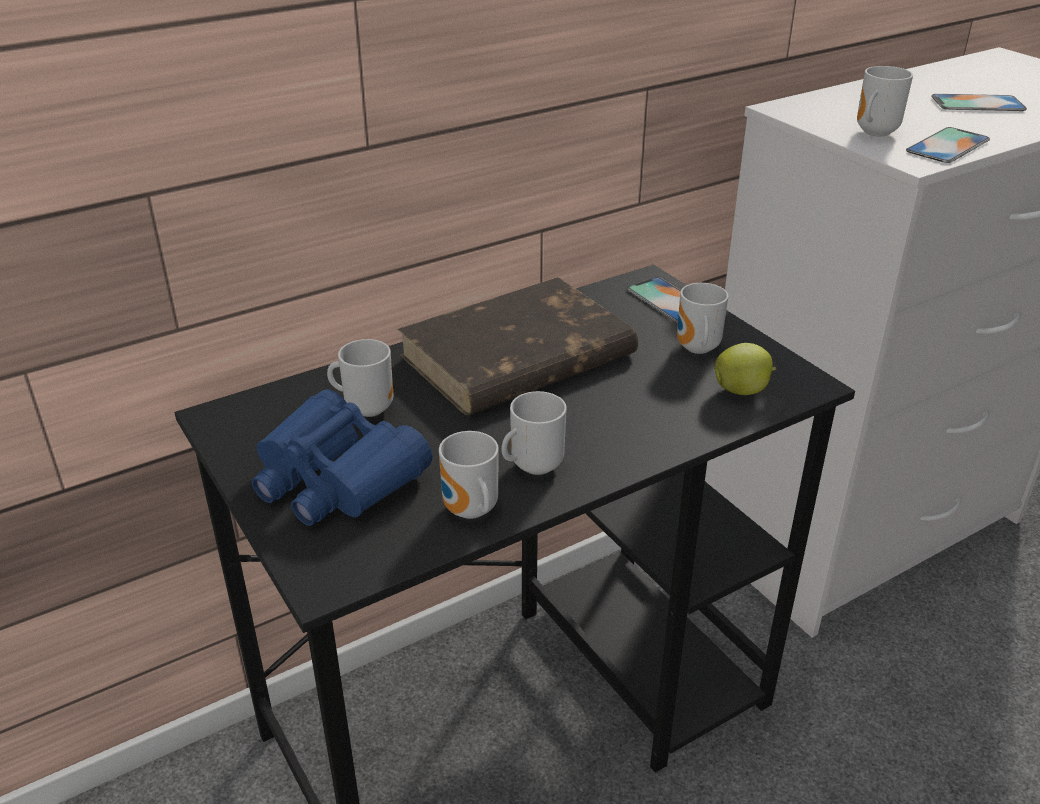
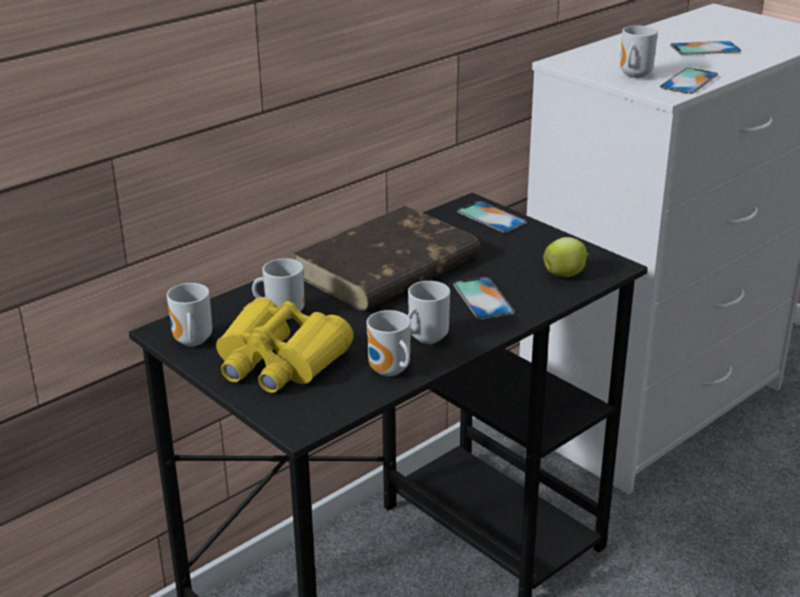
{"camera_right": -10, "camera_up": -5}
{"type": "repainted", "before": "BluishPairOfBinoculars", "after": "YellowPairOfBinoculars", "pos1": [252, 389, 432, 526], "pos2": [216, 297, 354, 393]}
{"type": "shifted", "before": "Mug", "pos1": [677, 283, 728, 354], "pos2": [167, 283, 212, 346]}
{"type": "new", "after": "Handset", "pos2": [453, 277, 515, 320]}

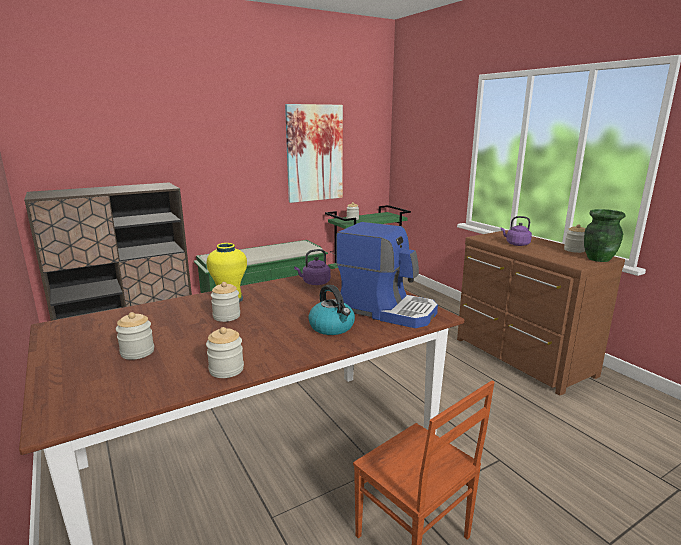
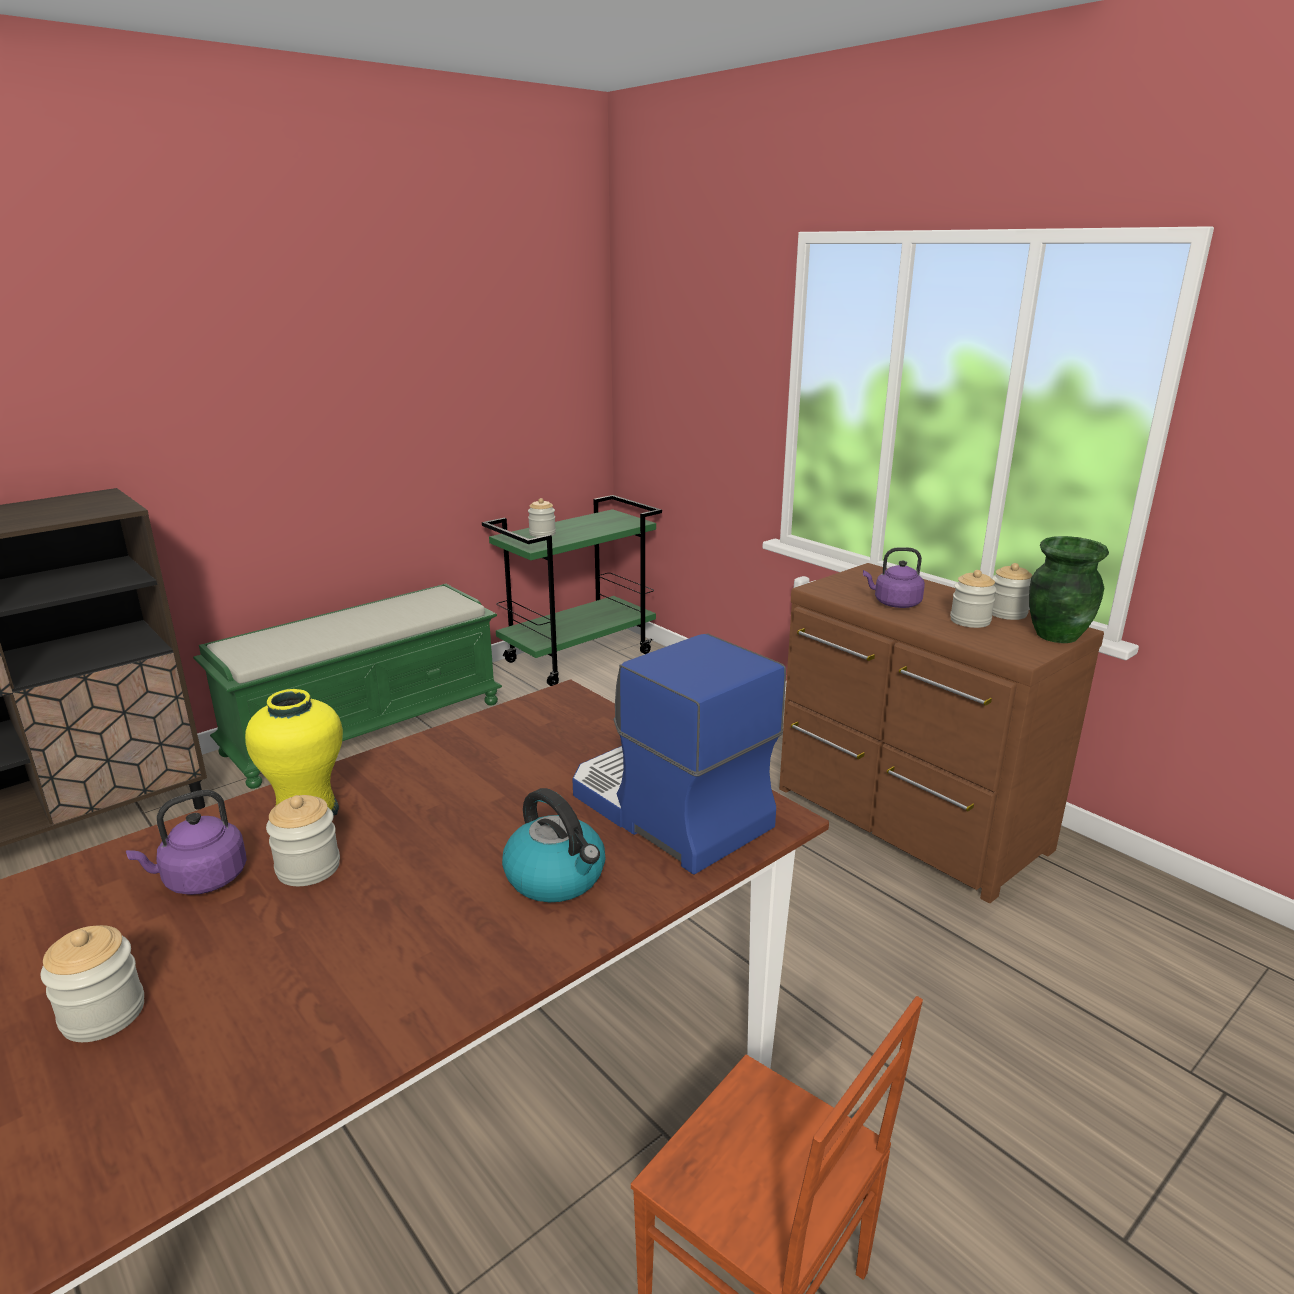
{"camera_right": -10, "camera_up": 5}
{"type": "shifted", "before": "Jar", "pos1": [206, 327, 244, 378], "pos2": [950, 570, 997, 628]}
{"type": "gone", "before": "WallPicture", "pos1": [285, 104, 343, 203]}
{"type": "shifted", "before": "PurplishWaterKettle", "pos1": [294, 249, 331, 285], "pos2": [126, 790, 247, 895]}
{"type": "rotated", "before": "CoffeeMachine", "pos1": [336, 222, 438, 328], "pos2": [572, 633, 786, 874], "turn": -150}

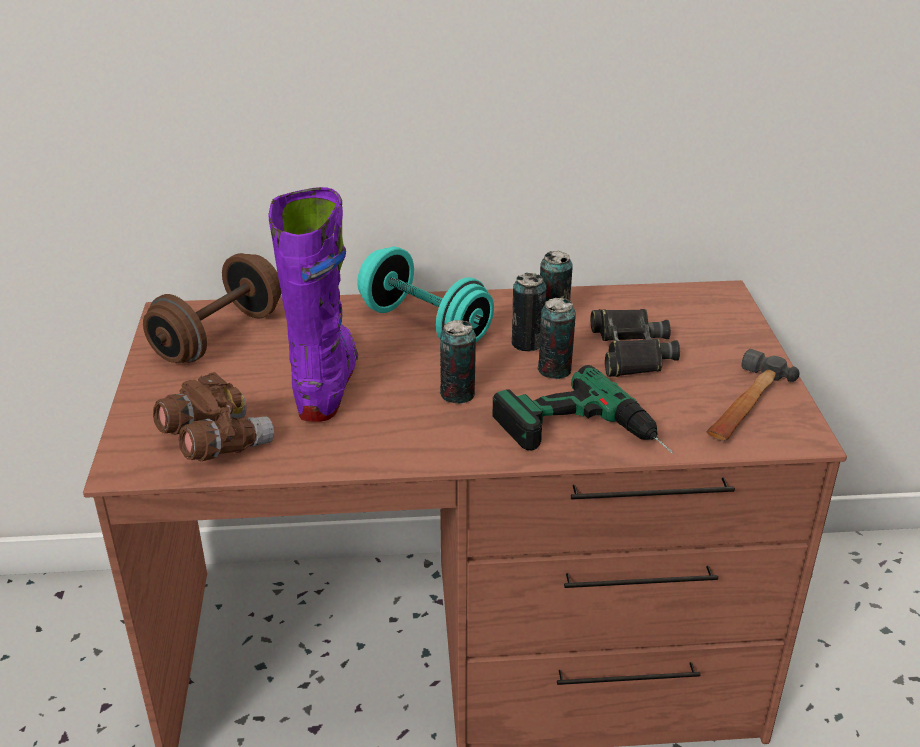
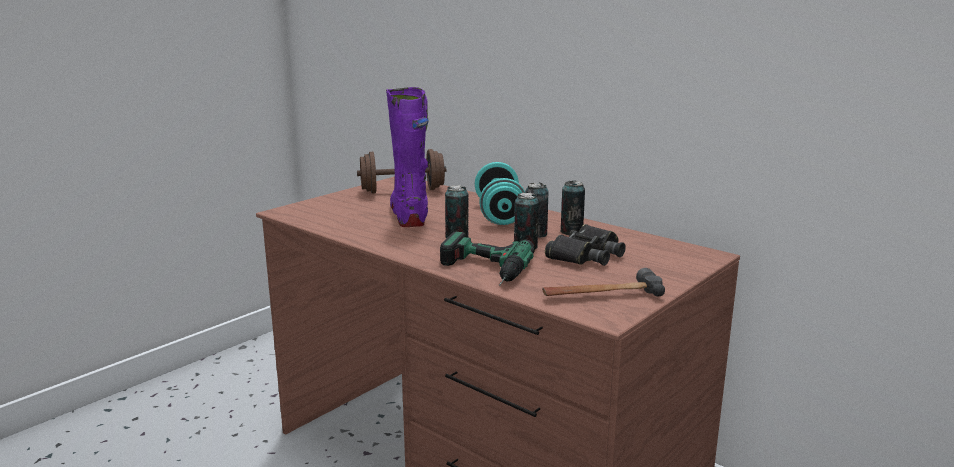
{"camera_right": 45, "camera_up": -15}
{"type": "gone", "before": "BrownColouredPairOfBinoculars", "pos1": [153, 372, 274, 462]}
{"type": "rotated", "before": "PurplishBoot", "pos1": [268, 187, 358, 422], "pos2": [386, 87, 428, 227], "turn": -60}

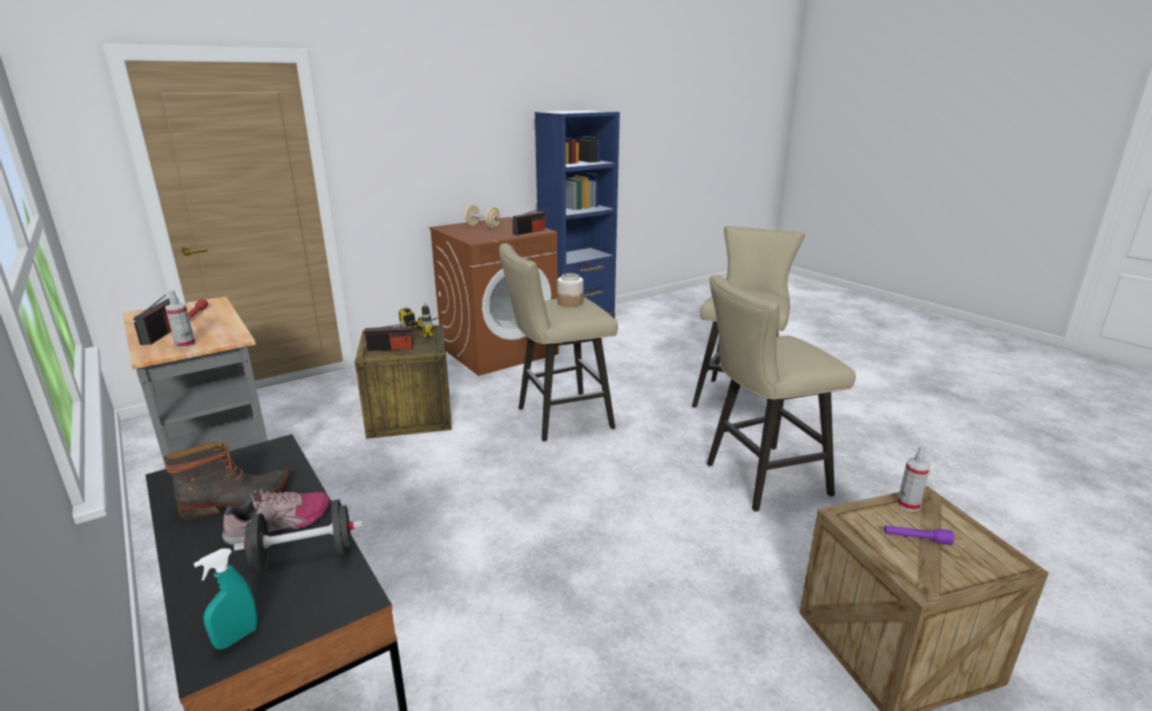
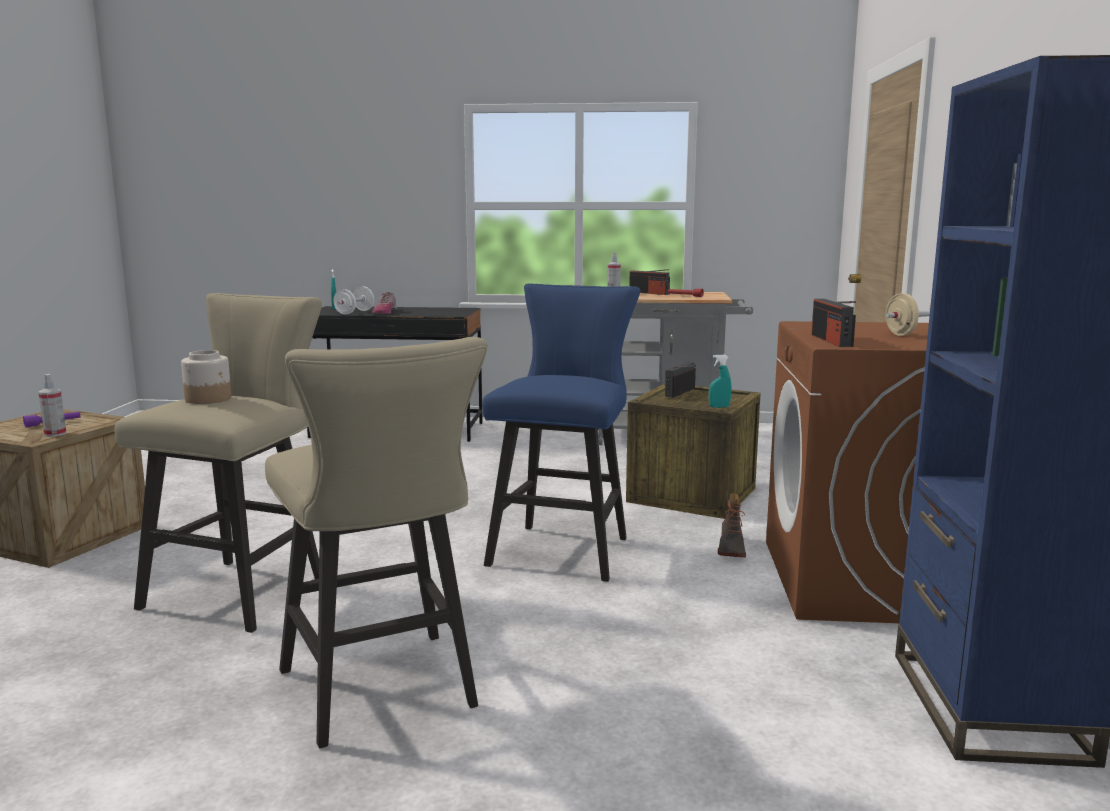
{"camera_right": 130, "camera_up": -10}
{"type": "shifted", "before": "Boot", "pos1": [164, 442, 289, 520], "pos2": [718, 493, 746, 558]}
{"type": "repainted", "before": "BlackHandWeight", "after": "WhiteColouredHandWeight", "pos1": [234, 499, 363, 573], "pos2": [333, 286, 374, 315]}
{"type": "swapped", "before": "Drill", "after": "TurquoiseSprayer", "pos1": [399, 303, 442, 338], "pos2": [709, 355, 731, 408]}
{"type": "repainted", "before": "BeigeColouredStoolSeat", "after": "BluishStoolSeat", "pos1": [499, 243, 618, 442], "pos2": [482, 284, 640, 582]}
{"type": "shifted", "before": "Jar", "pos1": [557, 273, 583, 307], "pos2": [181, 350, 231, 404]}

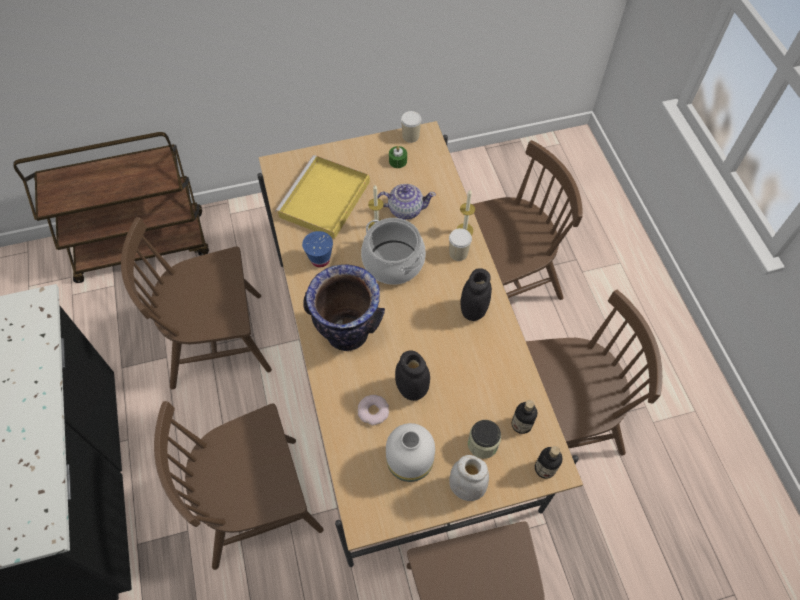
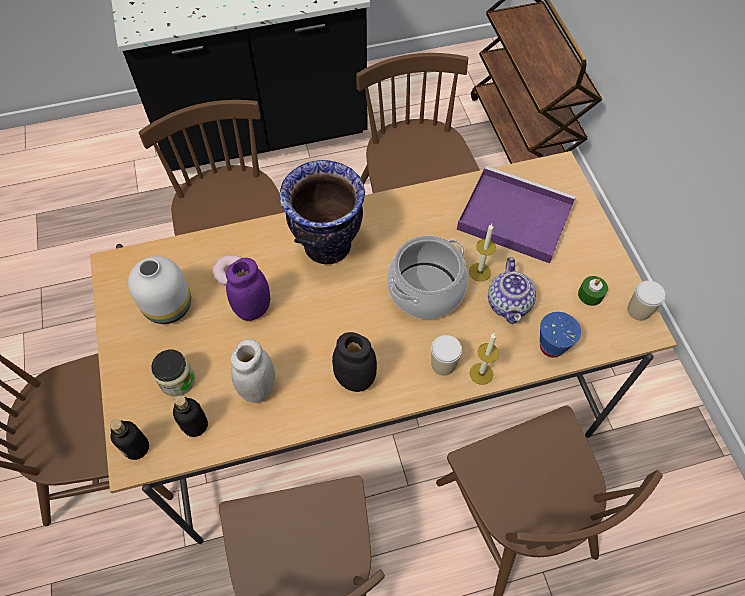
{"camera_right": 90, "camera_up": 0}
{"type": "repainted", "before": "YellowTray", "after": "PurplishTray", "pos1": [275, 155, 370, 239], "pos2": [457, 166, 576, 263]}
{"type": "shifted", "before": "BluishSmallCup", "pos1": [302, 231, 333, 268], "pos2": [540, 312, 581, 358]}
{"type": "repainted", "before": "BlackJar", "after": "PurplishJar", "pos1": [395, 350, 430, 401], "pos2": [226, 258, 270, 321]}
{"type": "shifted", "before": "WhiteColouredJar", "pos1": [449, 455, 489, 501], "pos2": [231, 339, 275, 403]}

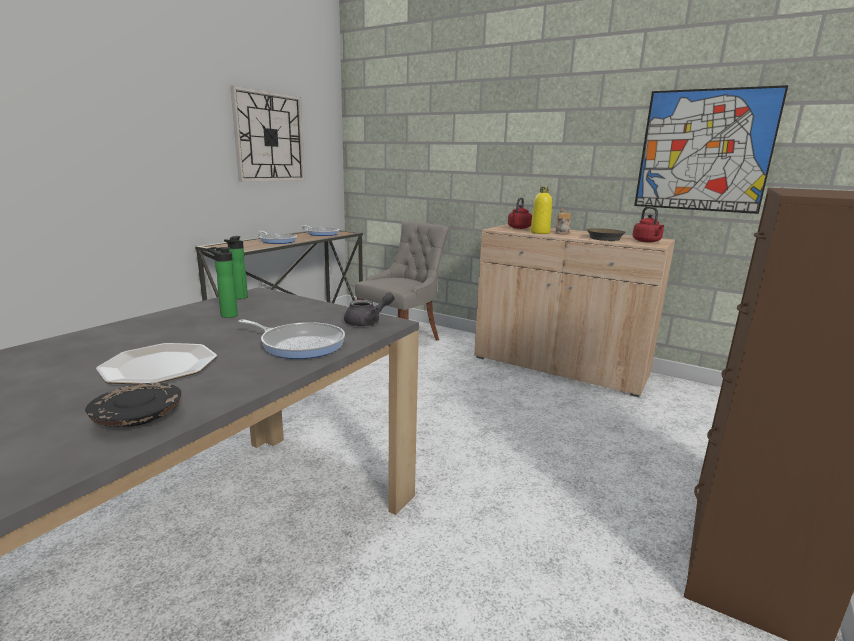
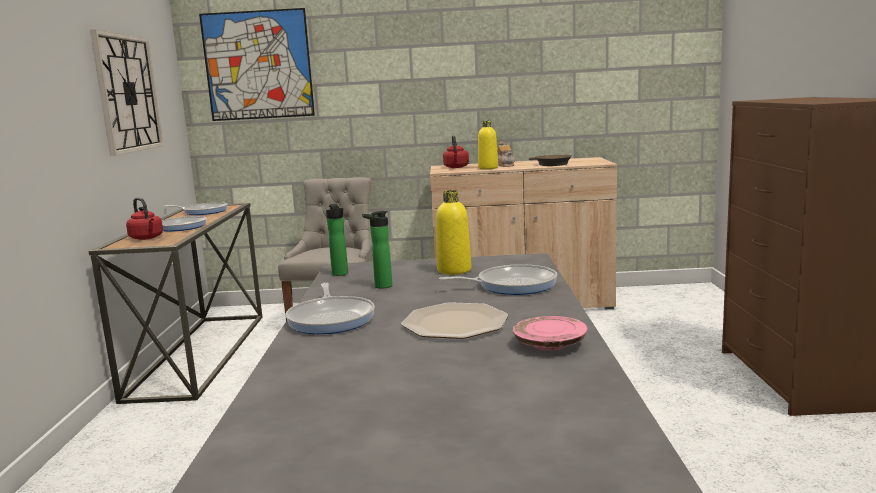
{"camera_right": -30, "camera_up": -5}
{"type": "repainted", "before": "BlackFlatDish", "after": "PinkishFlatDish", "pos1": [85, 383, 181, 427], "pos2": [513, 316, 587, 351]}
{"type": "gone", "before": "GreyishTeaPot", "pos1": [344, 292, 395, 326]}
{"type": "shifted", "before": "RedColouredWaterKettle", "pos1": [633, 206, 664, 243], "pos2": [126, 198, 163, 240]}
{"type": "shifted", "before": "WallPicture", "pos1": [634, 85, 789, 214], "pos2": [199, 8, 315, 121]}
{"type": "new", "after": "Pan", "pos2": [285, 283, 375, 334]}
{"type": "new", "after": "YellowDrinkBottle", "pos2": [436, 190, 471, 275]}

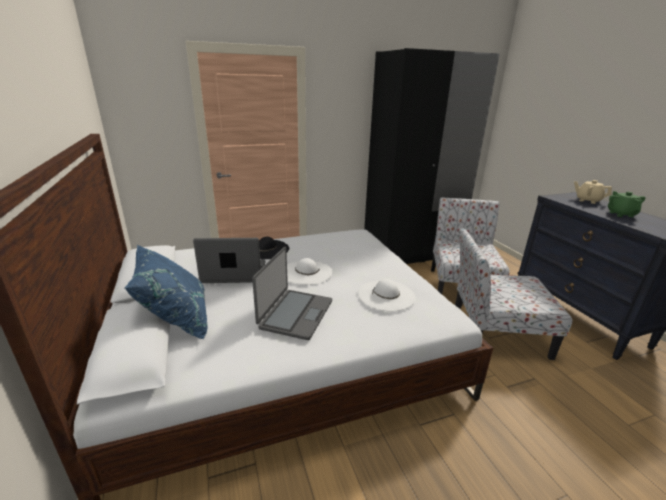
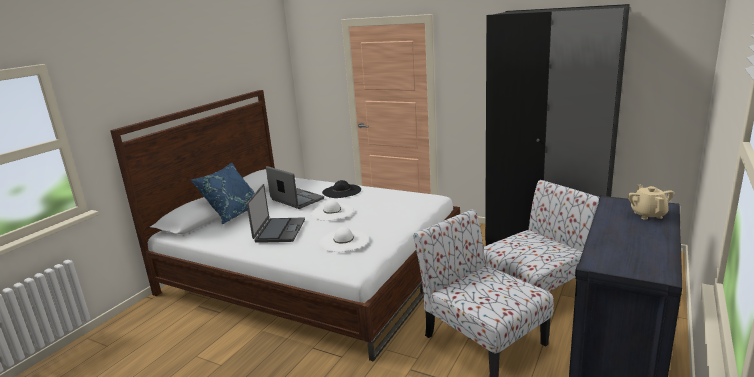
{"camera_right": 50, "camera_up": -5}
{"type": "rotated", "before": "PortableComputer", "pos1": [252, 247, 332, 340], "pos2": [246, 184, 305, 243], "turn": -60}
{"type": "gone", "before": "GreenishTeaPot", "pos1": [608, 191, 645, 217]}

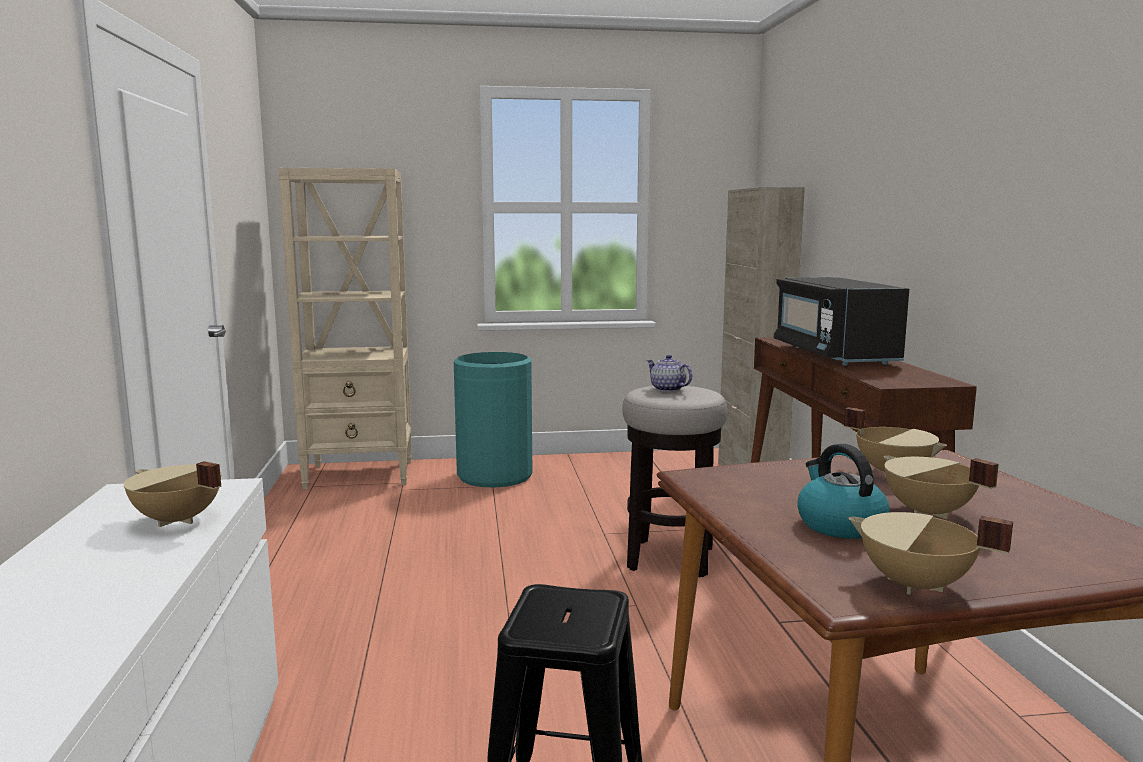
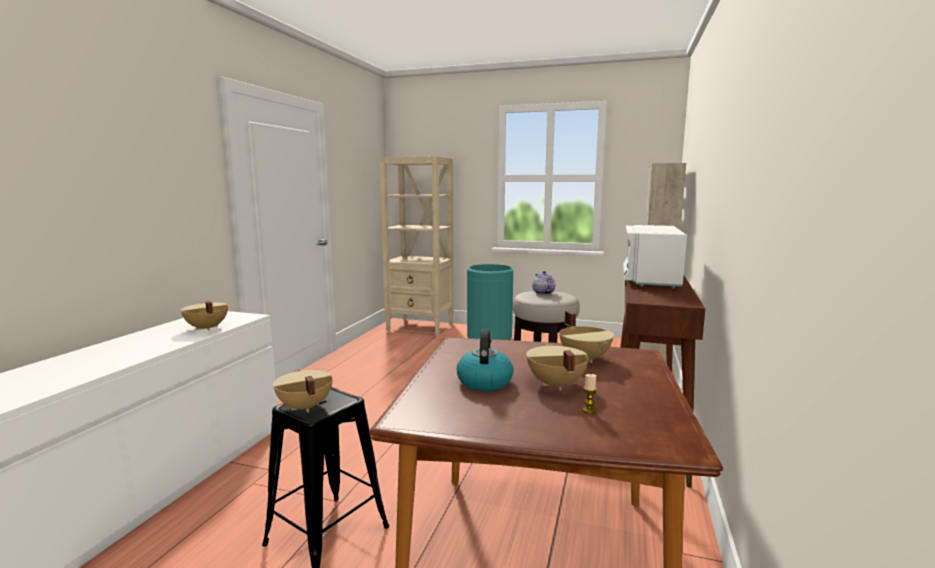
{"camera_right": 25, "camera_up": 0}
{"type": "repainted", "before": "BlackKitchenMicrowave", "after": "WhiteColouredKitchenMicrowave", "pos1": [774, 277, 909, 366], "pos2": [623, 225, 687, 288]}
{"type": "shifted", "before": "BeigeColouredCookingPot", "pos1": [848, 512, 1013, 595], "pos2": [273, 369, 333, 413]}
{"type": "new", "after": "WaxLight", "pos2": [583, 374, 597, 413]}

